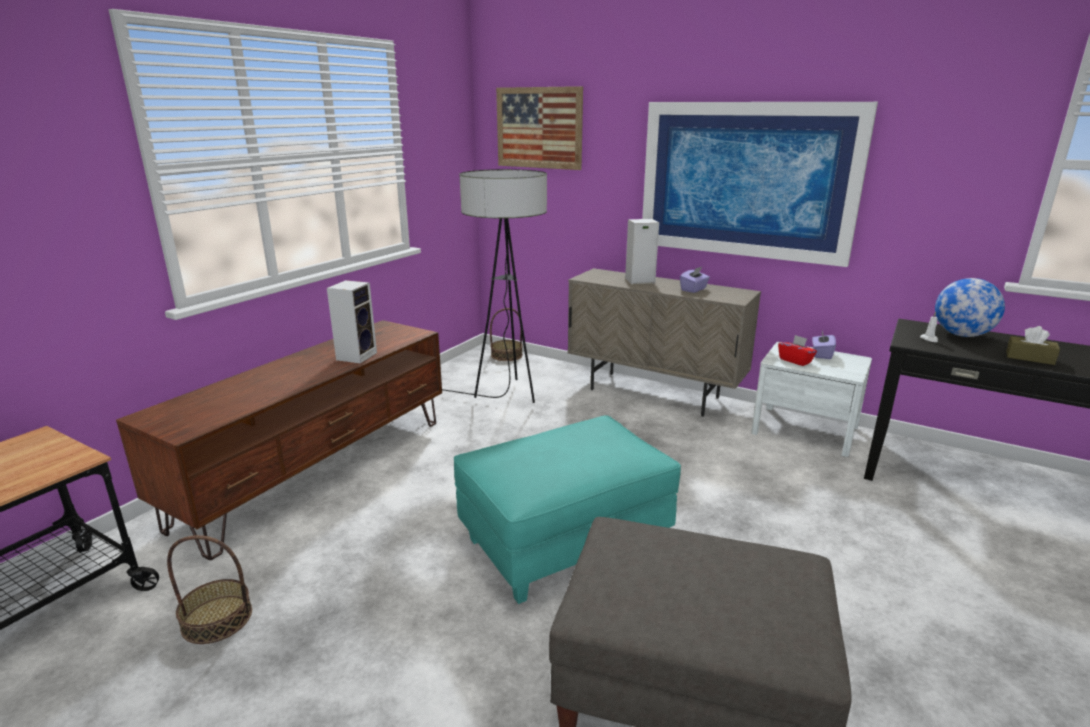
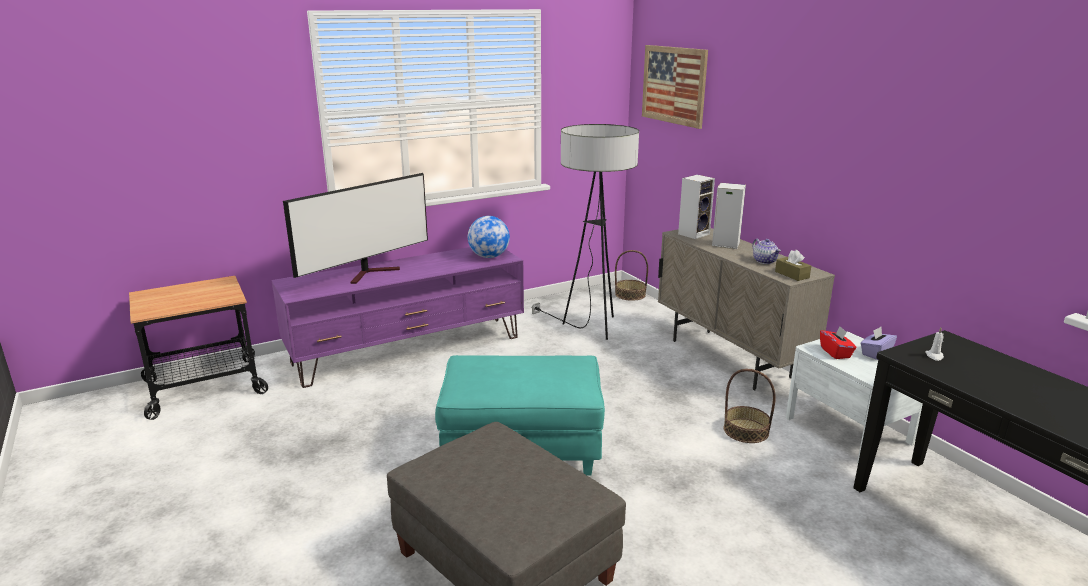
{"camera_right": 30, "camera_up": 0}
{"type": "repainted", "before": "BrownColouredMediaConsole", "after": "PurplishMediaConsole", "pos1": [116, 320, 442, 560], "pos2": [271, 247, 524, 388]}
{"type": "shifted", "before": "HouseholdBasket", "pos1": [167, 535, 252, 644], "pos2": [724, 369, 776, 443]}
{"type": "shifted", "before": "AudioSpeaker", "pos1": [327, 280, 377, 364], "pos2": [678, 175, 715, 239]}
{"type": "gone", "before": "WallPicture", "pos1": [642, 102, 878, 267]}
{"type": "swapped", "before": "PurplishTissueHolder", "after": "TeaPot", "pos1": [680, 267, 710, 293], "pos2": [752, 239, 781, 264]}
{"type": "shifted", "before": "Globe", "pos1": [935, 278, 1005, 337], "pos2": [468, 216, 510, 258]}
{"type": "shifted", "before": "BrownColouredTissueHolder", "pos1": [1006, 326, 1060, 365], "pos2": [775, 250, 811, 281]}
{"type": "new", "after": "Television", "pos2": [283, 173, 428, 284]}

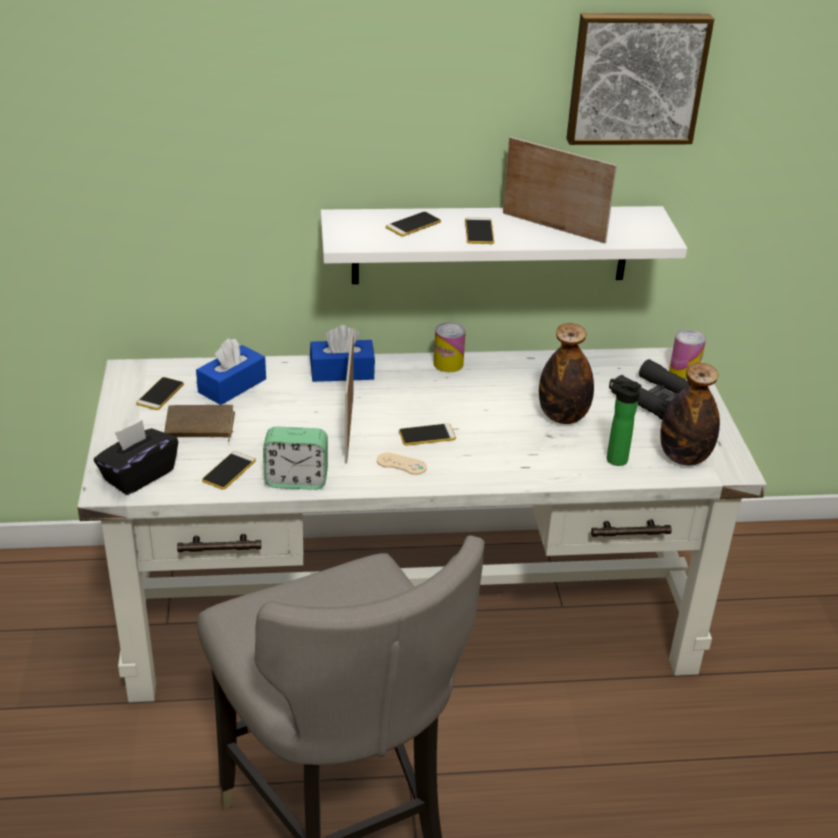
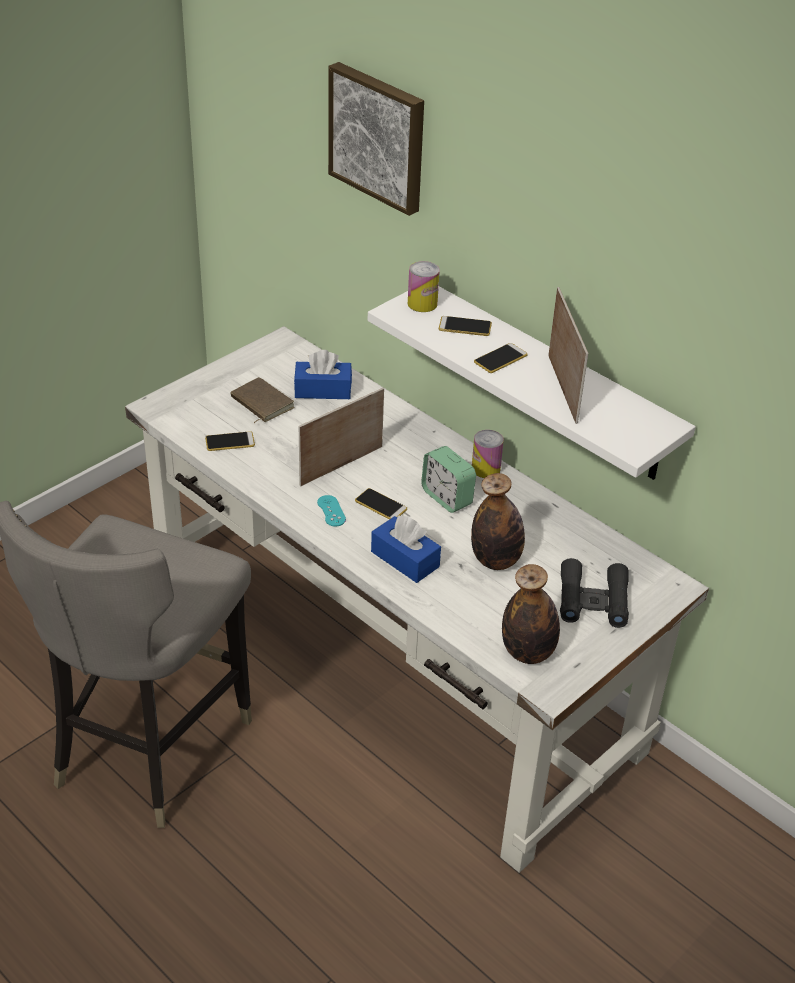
{"camera_right": 50, "camera_up": 5}
{"type": "gone", "before": "BlackTissueHolder", "pos1": [94, 420, 178, 495]}
{"type": "gone", "before": "Handset", "pos1": [136, 377, 184, 410]}
{"type": "shifted", "before": "BedsideClock", "pos1": [263, 426, 328, 490], "pos2": [421, 446, 476, 513]}
{"type": "shifted", "before": "BluishTissueHolder", "pos1": [310, 325, 375, 382], "pos2": [371, 515, 441, 583]}
{"type": "repainted", "before": "BeigeColouredGameController", "after": "TurquoiseGameController", "pos1": [377, 452, 427, 475], "pos2": [317, 495, 346, 526]}
{"type": "shifted", "before": "WallPicture", "pos1": [566, 13, 714, 145], "pos2": [328, 62, 424, 216]}
{"type": "gone", "before": "DrinkBottle", "pos1": [607, 379, 641, 466]}
{"type": "shifted", "before": "MetalCan", "pos1": [669, 330, 706, 379], "pos2": [408, 261, 440, 312]}

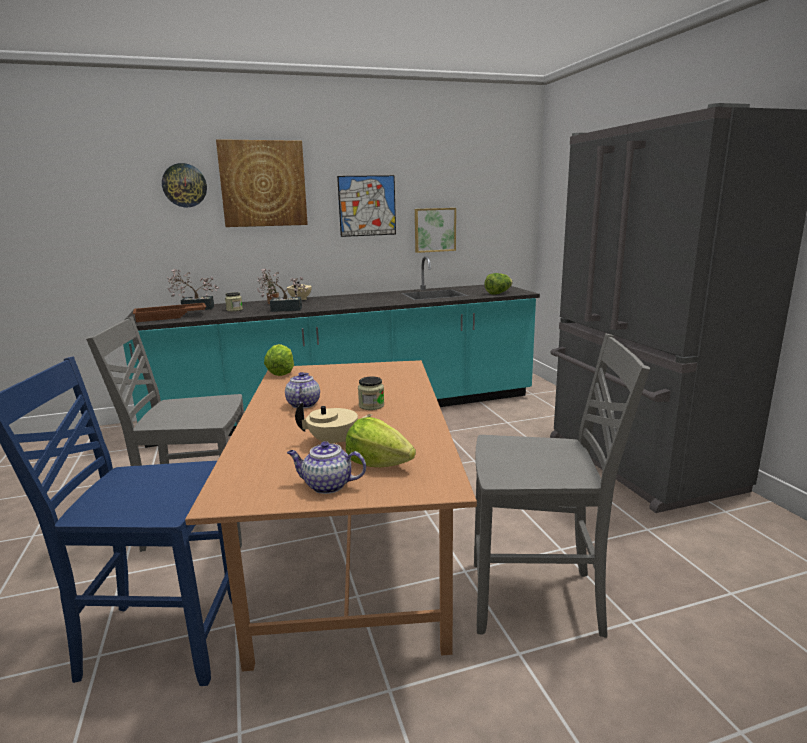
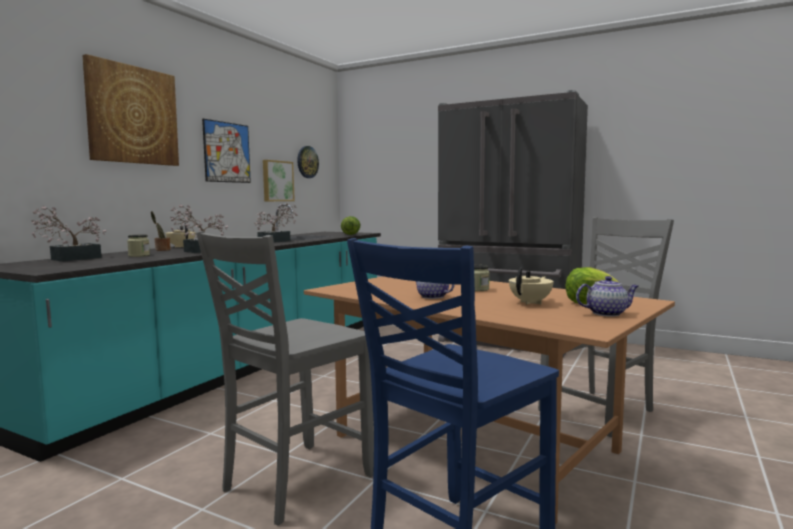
{"camera_right": -45, "camera_up": -10}
{"type": "gone", "before": "BrownColouredTray", "pos1": [133, 303, 206, 322]}
{"type": "shifted", "before": "WallClock", "pos1": [162, 163, 207, 207], "pos2": [297, 146, 319, 178]}
{"type": "gone", "before": "Lettuce", "pos1": [264, 344, 294, 376]}
{"type": "rotated", "before": "TeaPot", "pos1": [287, 441, 366, 494], "pos2": [576, 276, 638, 317], "turn": -150}
{"type": "new", "after": "Houseplant", "pos2": [255, 203, 298, 243]}

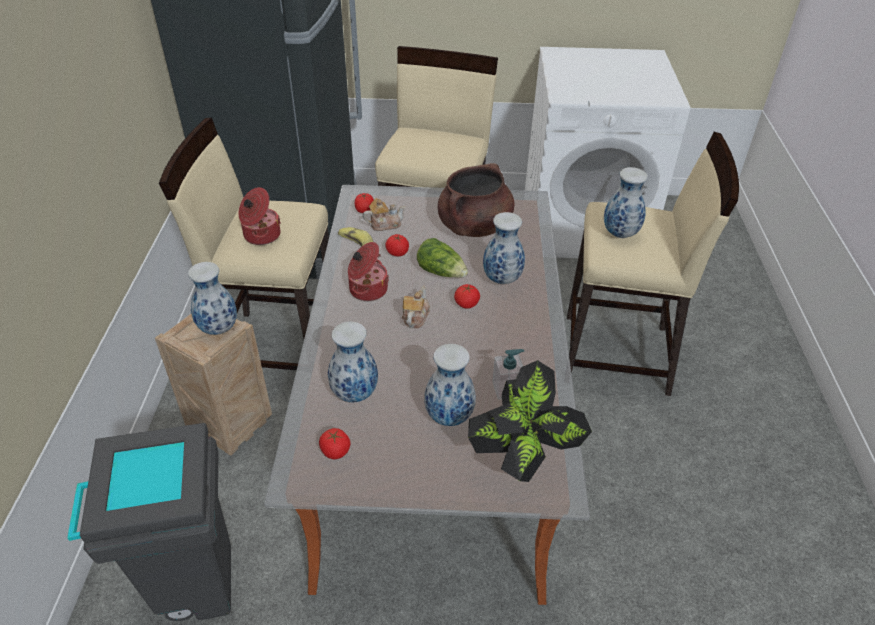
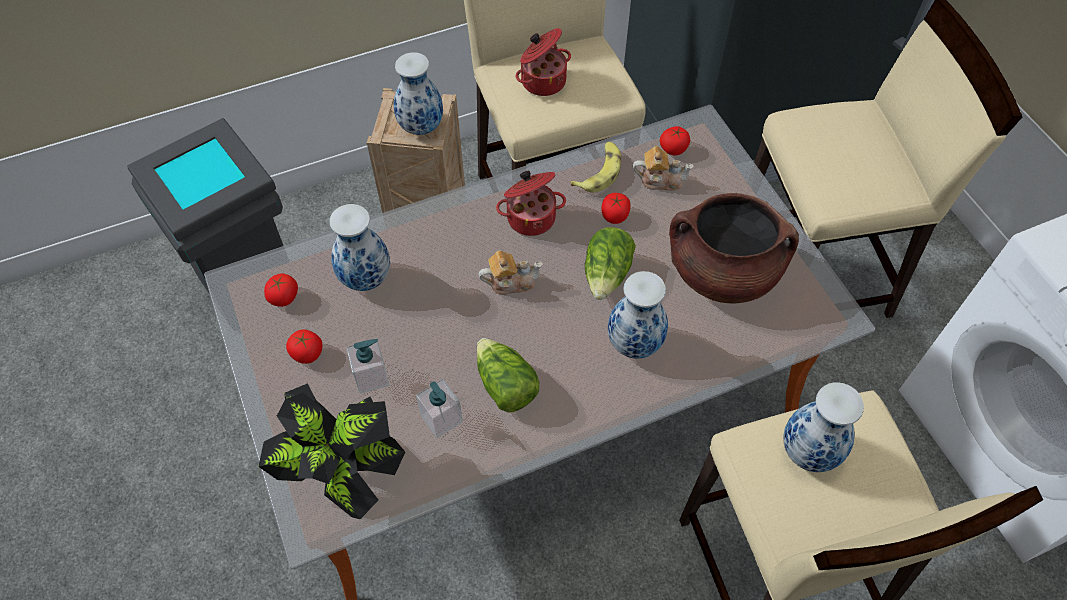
{"camera_right": 65, "camera_up": 15}
{"type": "rotated", "before": "TeaPot", "pos1": [363, 198, 406, 231], "pos2": [633, 146, 694, 191], "turn": -45}
{"type": "swapped", "before": "Vase", "after": "LiquidSoapBottle", "pos1": [424, 344, 476, 426], "pos2": [346, 339, 389, 394]}
{"type": "shifted", "before": "FreshTomato", "pos1": [454, 284, 480, 309], "pos2": [286, 329, 322, 364]}
{"type": "new", "after": "Lettuce", "pos2": [477, 338, 539, 413]}

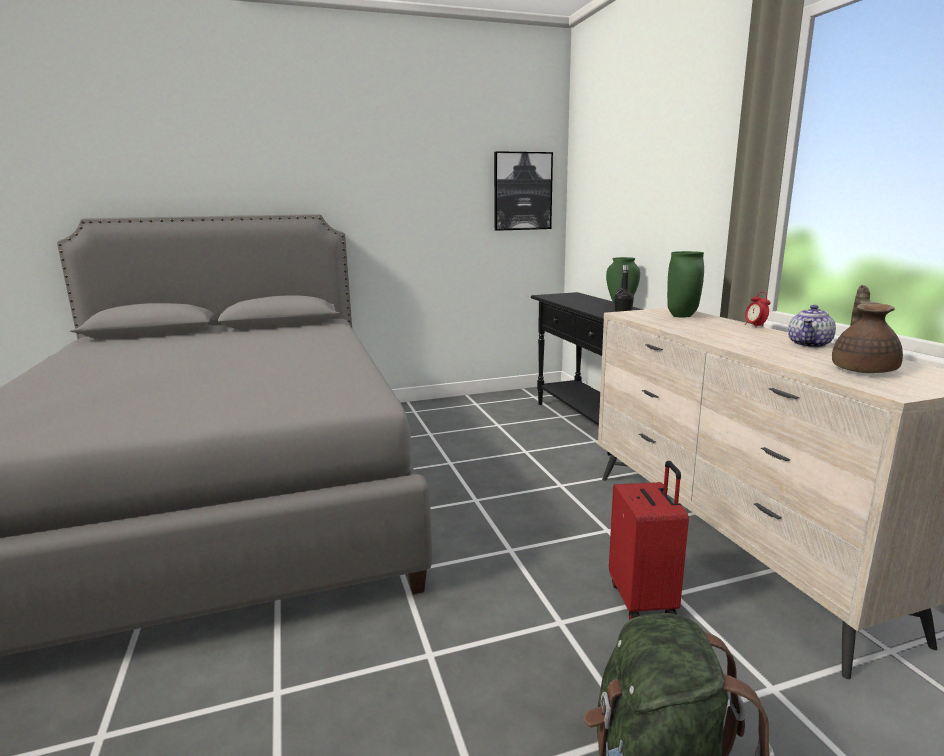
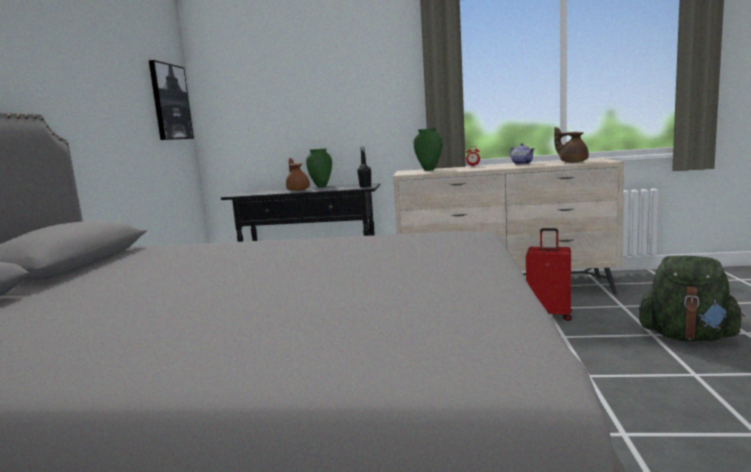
{"camera_right": -65, "camera_up": -5}
{"type": "new", "after": "BrownColouredTeaPot", "pos2": [286, 158, 310, 191]}

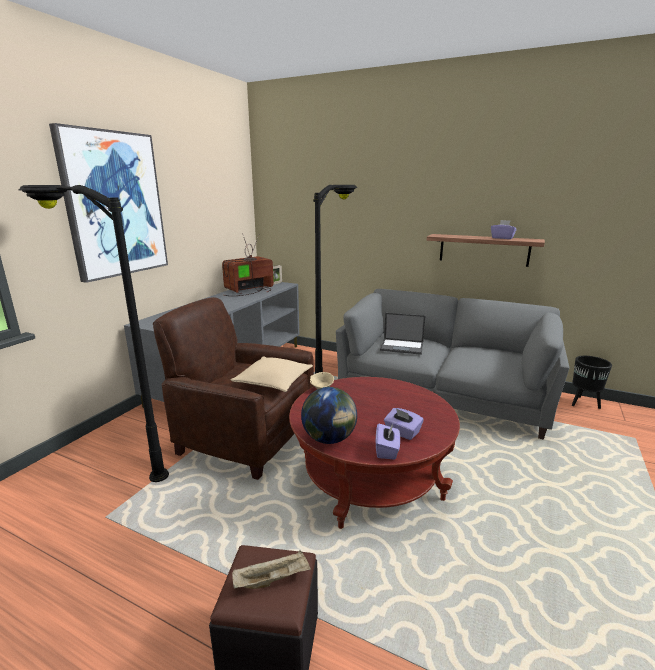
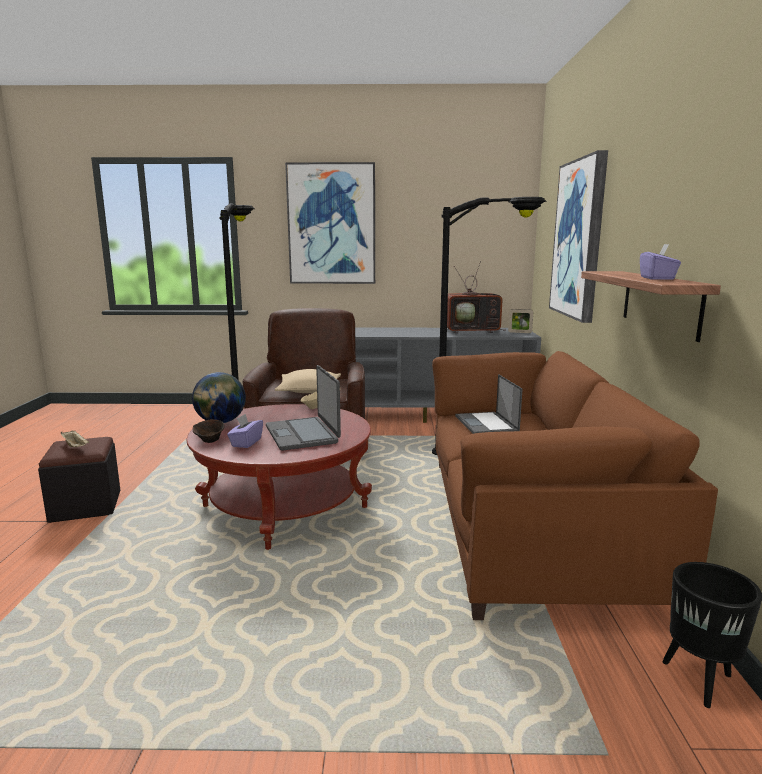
{"camera_right": 65, "camera_up": -5}
{"type": "rotated", "before": "Television", "pos1": [222, 233, 274, 296], "pos2": [447, 261, 505, 333], "turn": 150}
{"type": "repainted", "before": "GreyishSettee", "after": "BrownColouredSettee", "pos1": [336, 289, 569, 440], "pos2": [432, 351, 718, 620]}
{"type": "swapped", "before": "PurplishTissueHolder", "after": "BrownColouredBowl", "pos1": [376, 424, 400, 460], "pos2": [193, 419, 225, 443]}
{"type": "new", "after": "PortableComputer", "pos2": [266, 365, 341, 451]}
{"type": "new", "after": "WallPicture", "pos2": [549, 150, 608, 323]}

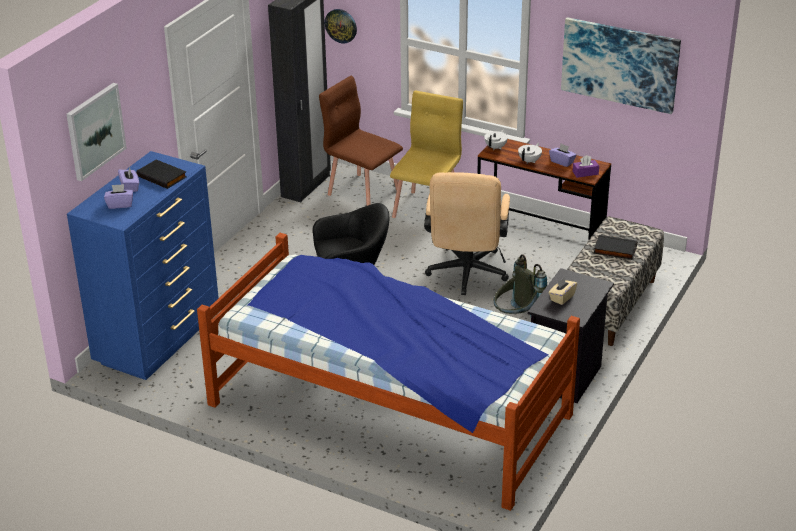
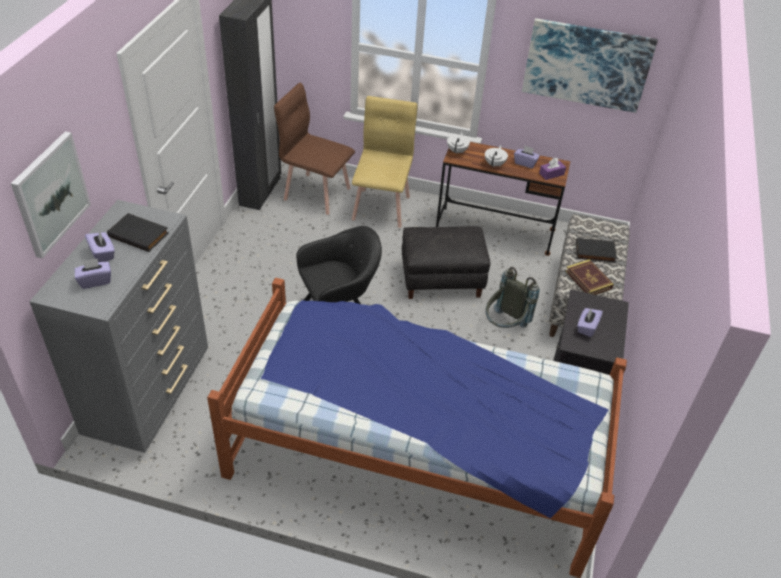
{"camera_right": -15, "camera_up": 10}
{"type": "repainted", "before": "BluishDrawerChest", "after": "GreyishDrawerChest", "pos1": [67, 151, 219, 380], "pos2": [30, 200, 208, 453]}
{"type": "gone", "before": "WallClock", "pos1": [324, 9, 357, 43]}
{"type": "swapped", "before": "BeigeColouredOfficeChair", "after": "BlackPouffe", "pos1": [424, 172, 510, 295], "pos2": [402, 226, 491, 299]}
{"type": "repainted", "before": "BeigeColouredTissueHolder", "after": "PurplishTissueHolder", "pos1": [549, 277, 577, 305], "pos2": [577, 308, 603, 337]}
{"type": "new", "after": "Volume", "pos2": [565, 259, 614, 295]}

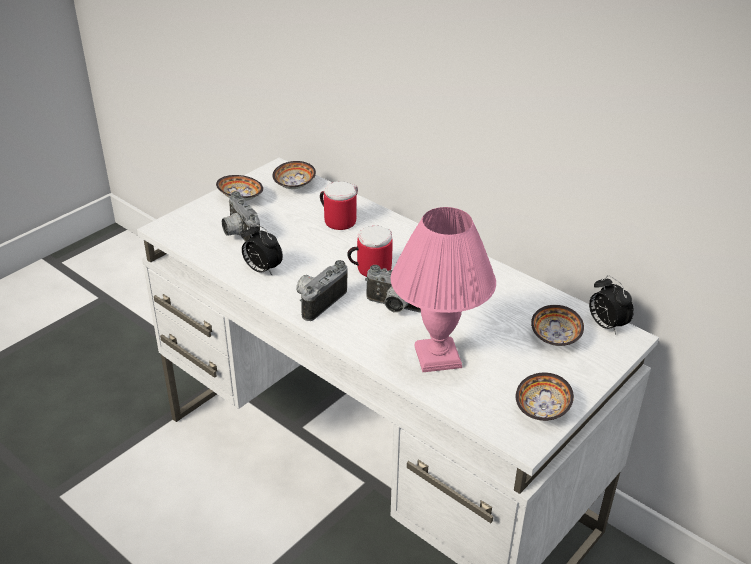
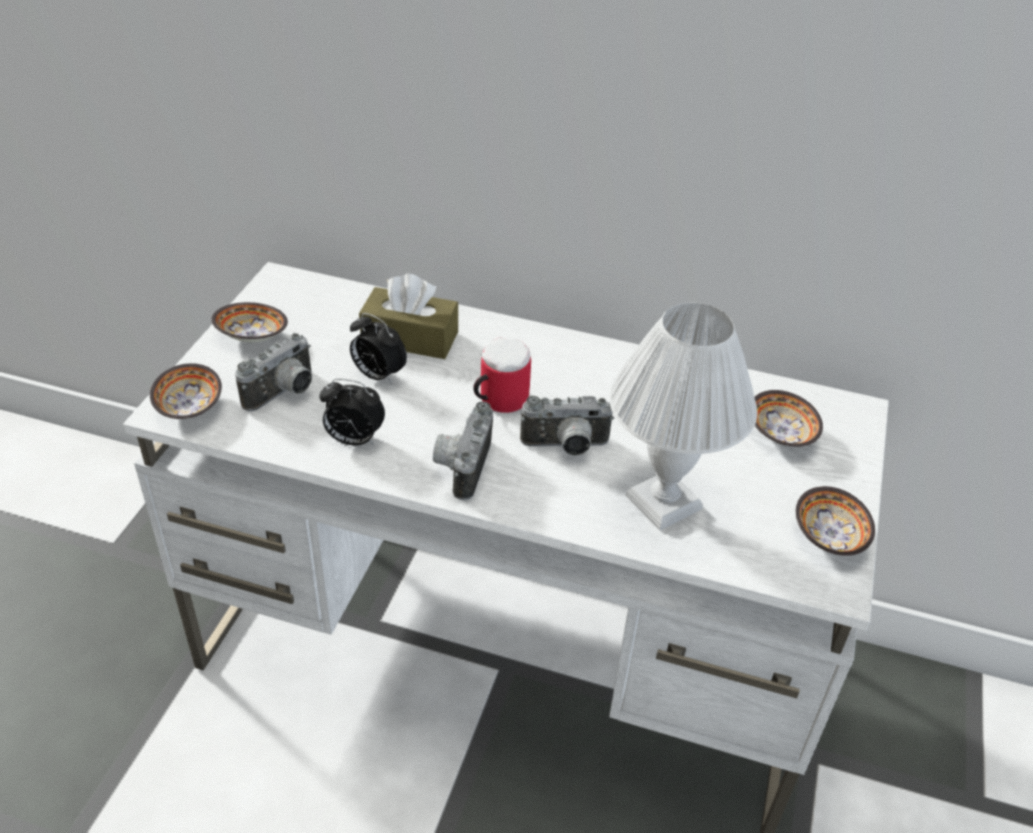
{"camera_right": -25, "camera_up": 5}
{"type": "rotated", "before": "StillCamera", "pos1": [222, 191, 260, 242], "pos2": [235, 333, 312, 411], "turn": -90}
{"type": "shifted", "before": "Bowl", "pos1": [272, 161, 316, 189], "pos2": [150, 363, 222, 419]}
{"type": "swapped", "before": "Mug", "after": "BrownColouredTissueHolder", "pos1": [320, 181, 358, 230], "pos2": [359, 274, 458, 359]}
{"type": "repainted", "before": "PinkishTableLamp", "after": "WhiteColouredTableLamp", "pos1": [391, 207, 496, 372], "pos2": [609, 303, 758, 530]}
{"type": "shifted", "before": "BedsideClock", "pos1": [589, 275, 634, 335], "pos2": [350, 313, 407, 384]}

